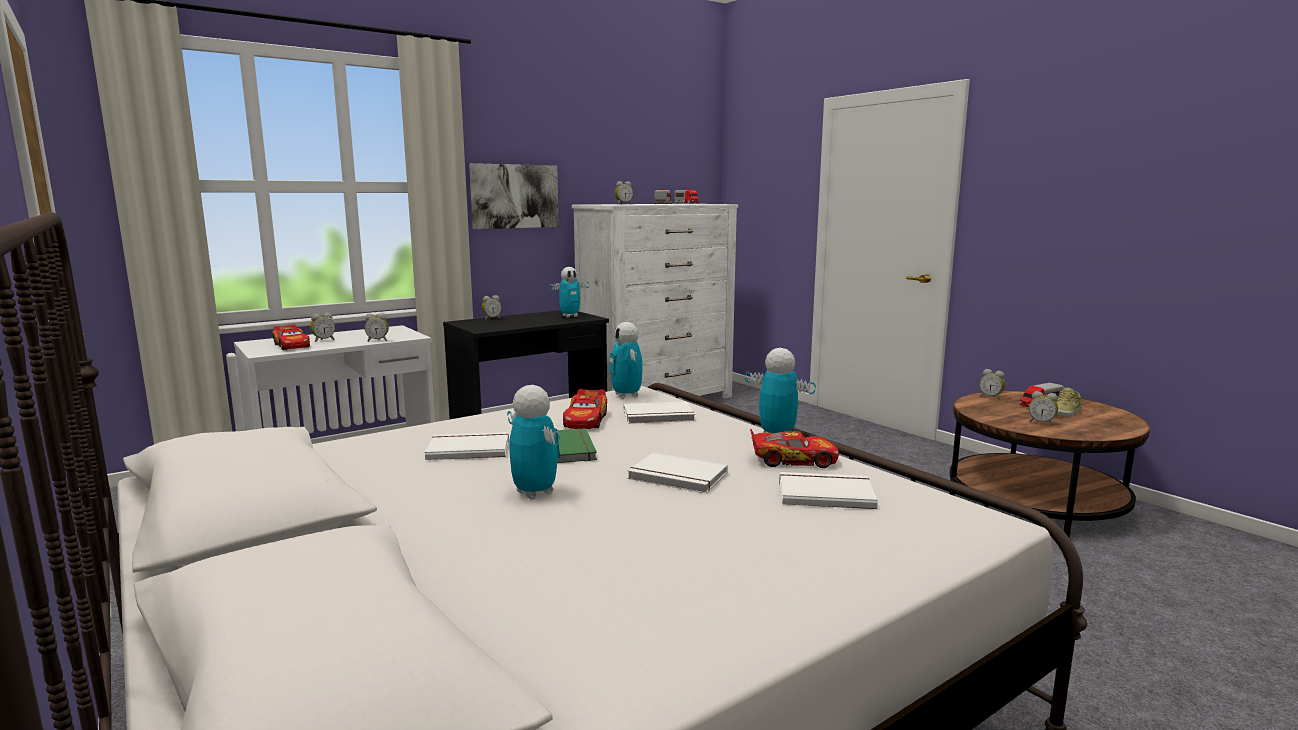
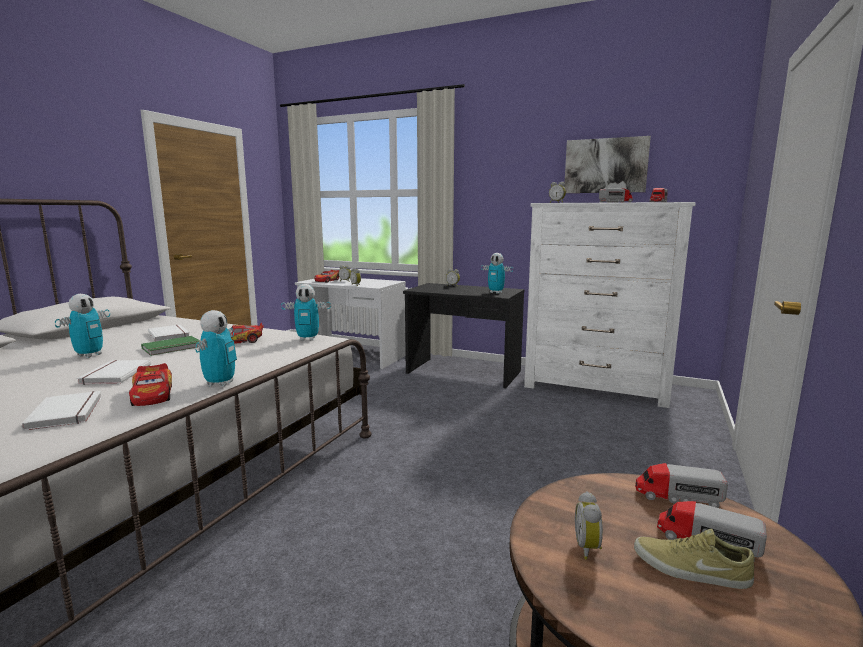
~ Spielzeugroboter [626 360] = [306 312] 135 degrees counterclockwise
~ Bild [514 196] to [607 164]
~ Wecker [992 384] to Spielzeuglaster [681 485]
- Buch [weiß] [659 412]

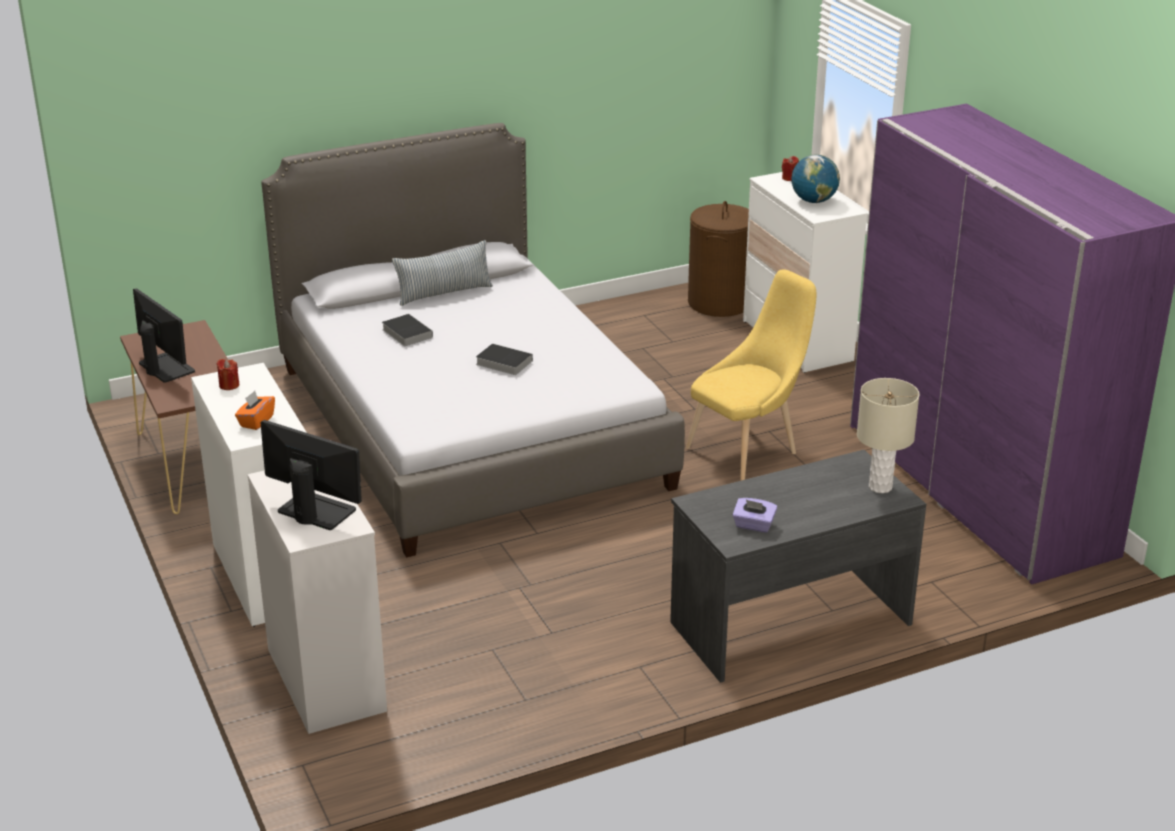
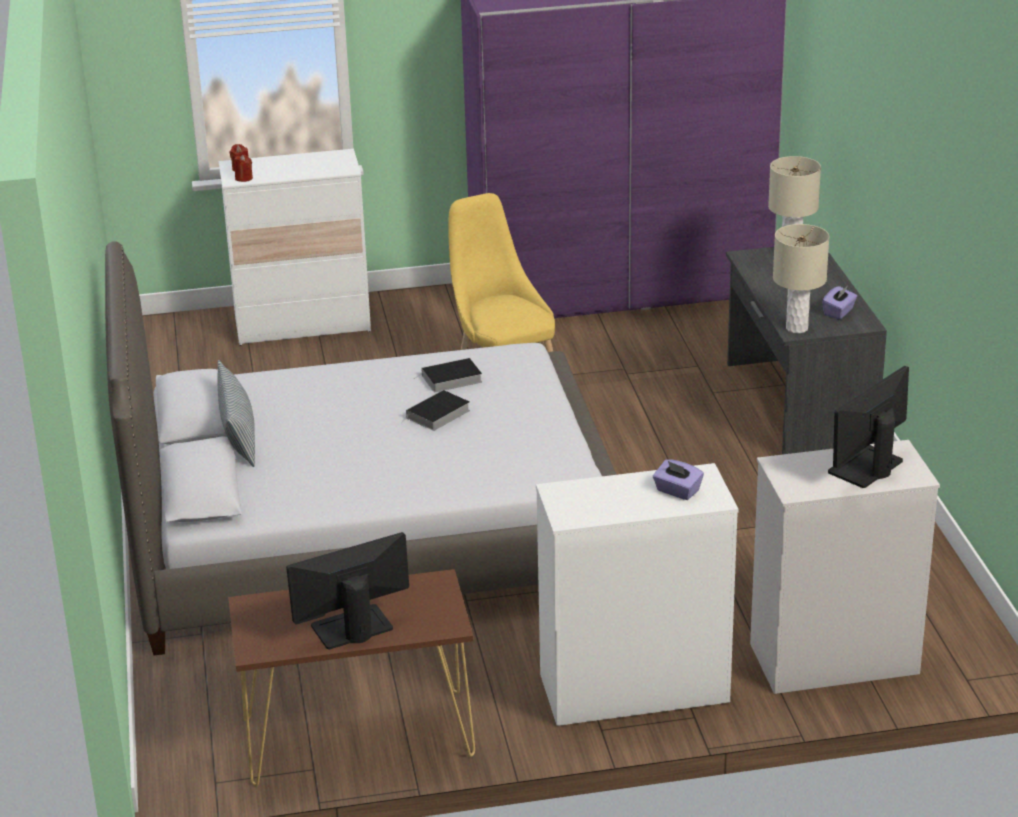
~ Kerze [rot] [228 374] to [243 168]
~ Buch [407 330] to [448 375]
~ Taschentuchbox [orange] [255 410] to Taschentuchbox [lila] [678 480]
+ Tischlampe [beige] [801 278]
- Wäschekorb [braun] [718 259]
- Globus [815 178]

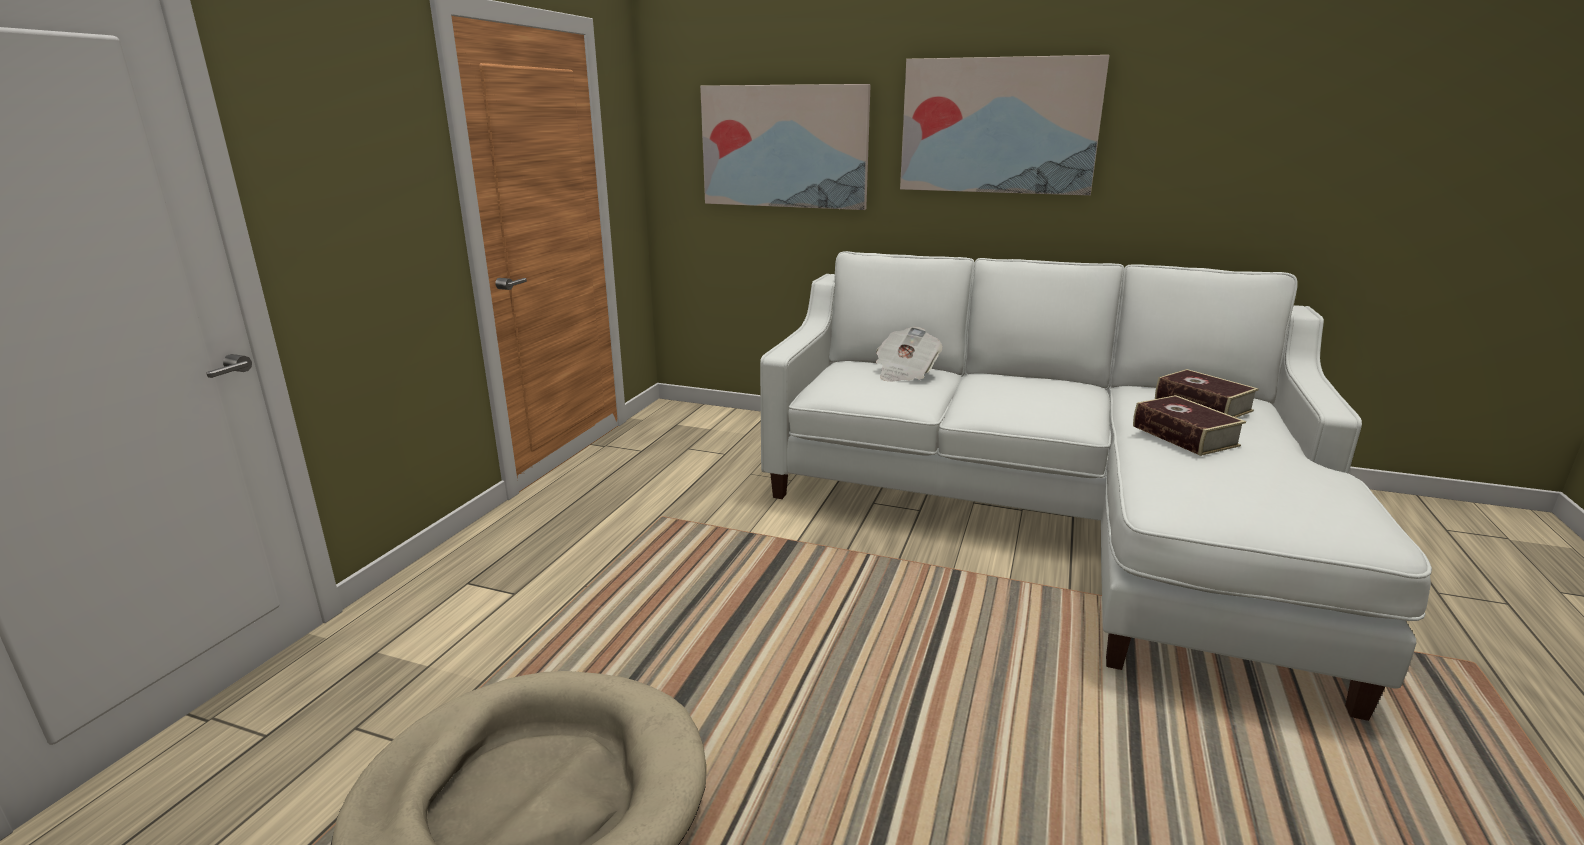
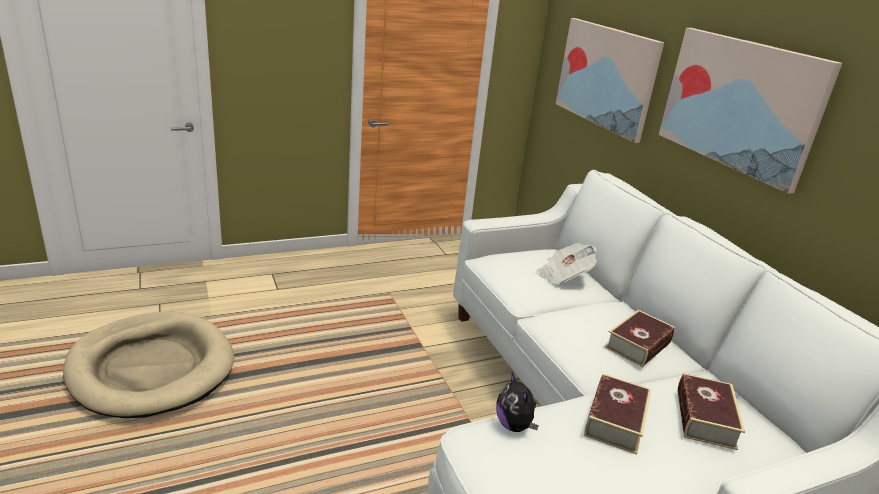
+ Plüschtier [517 402]
+ Buch [640 338]

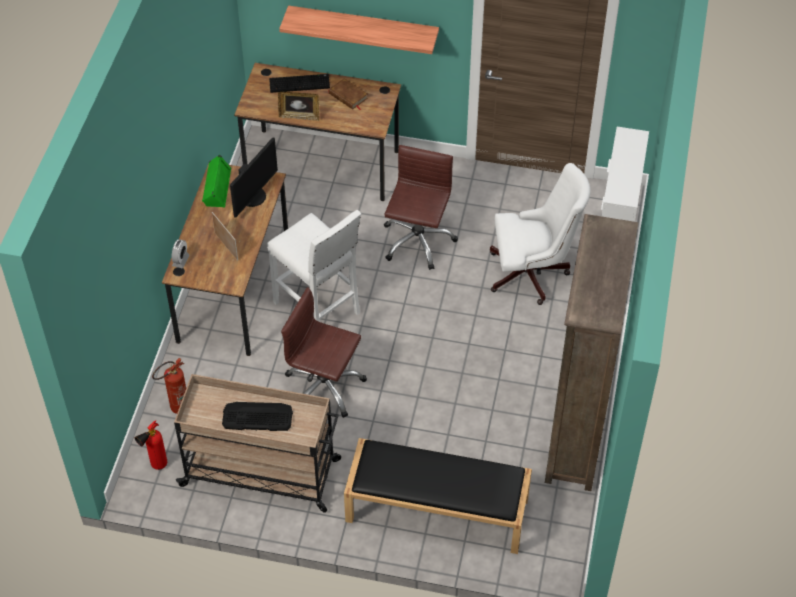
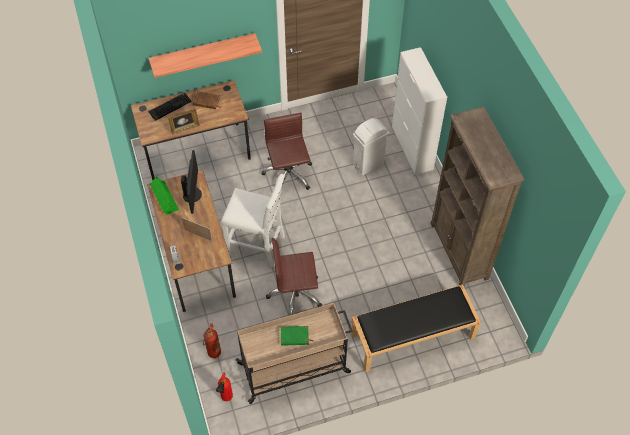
~ Tastatur [257 416] to Buch [grün] [297 336]
~ Bürostuhl [weiß] [540 234] to Mülleimer [weiß] [371 146]

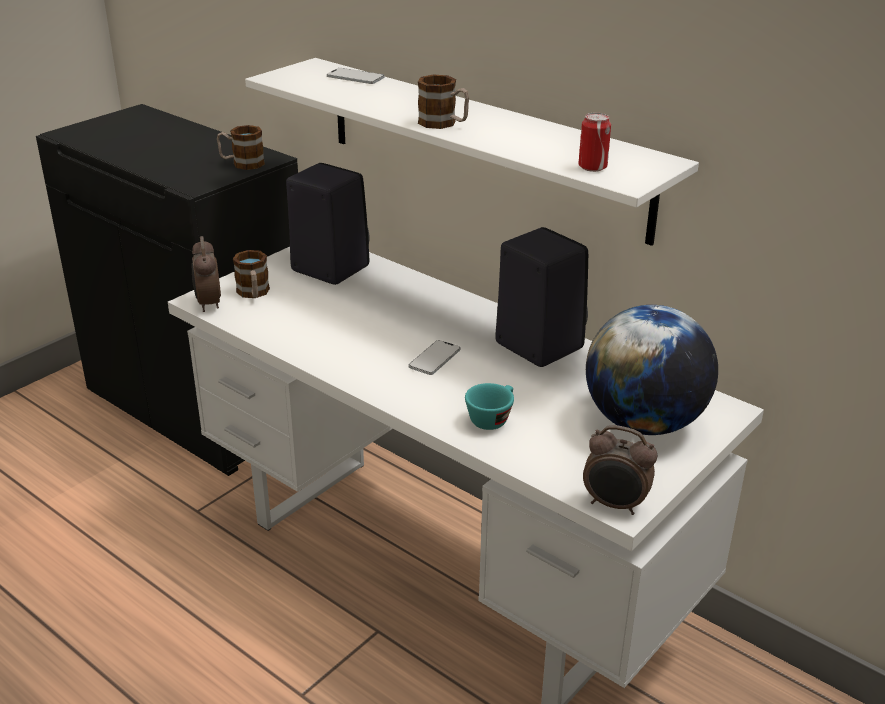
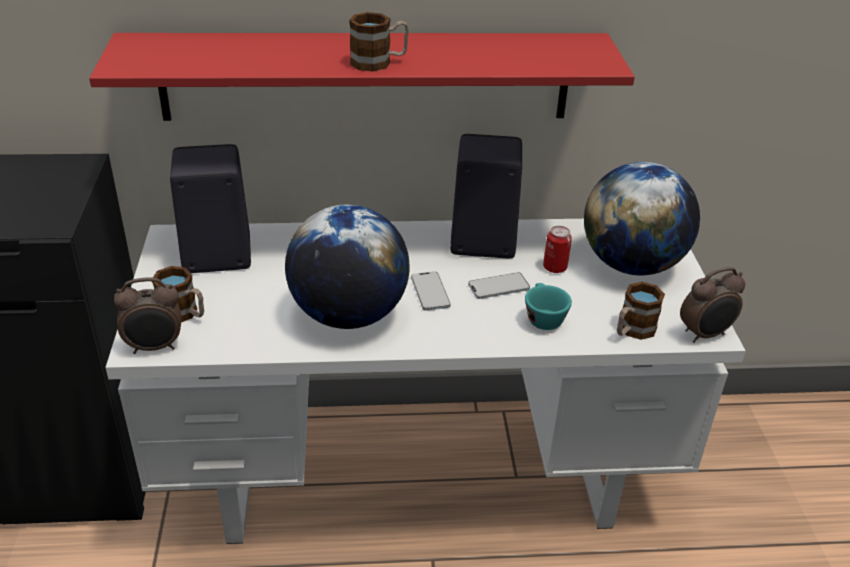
~ Wandregal [weiß] [472 152] to Wandregal [rot] [362 77]
~ Wecker [206 274] = [147 315] 45 degrees counterclockwise
+ Globus [347 266]
~ Handy [355 76] to [499 285]
~ Dose [594 142] to [557 249]
~ Henkelbecher [241 147] to [641 311]

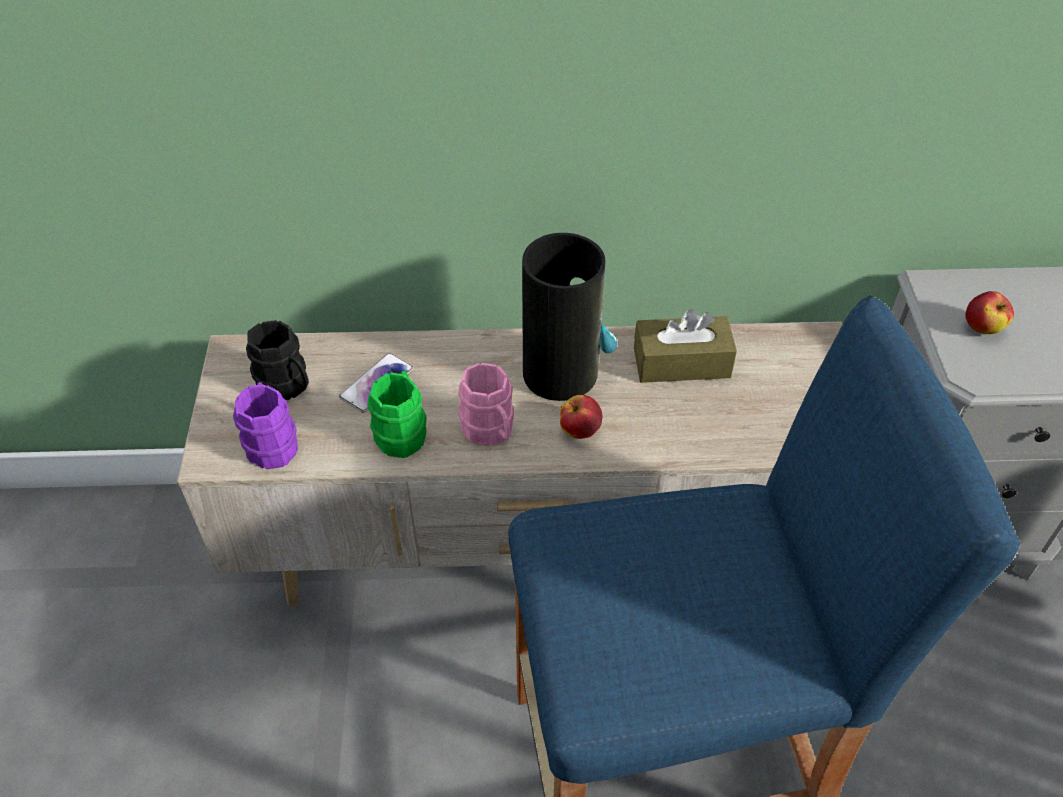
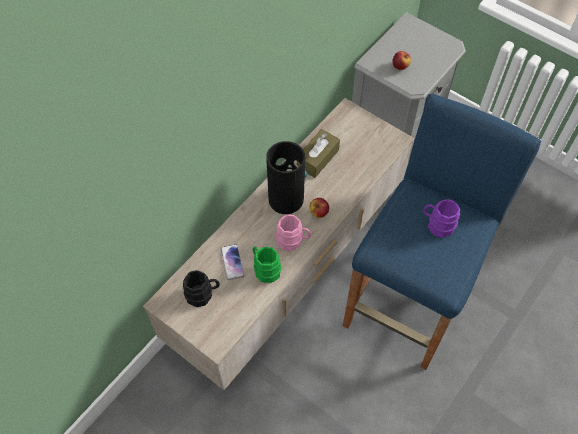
~ Henkelbecher [lila] [265 425] to [441 218]

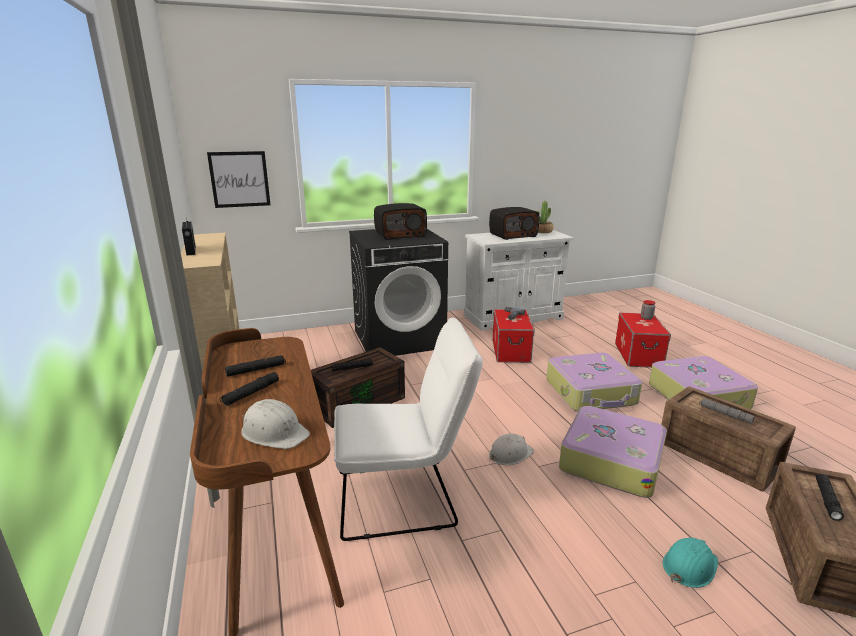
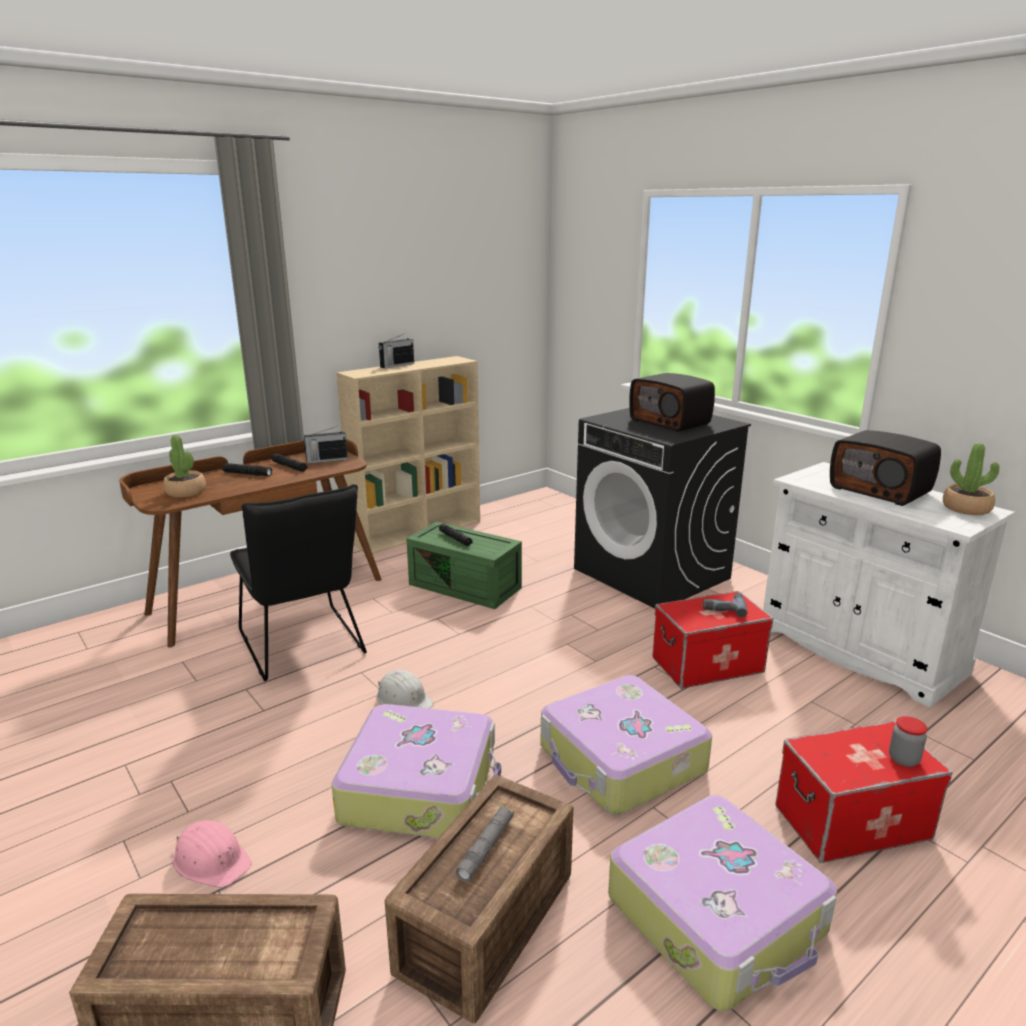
~ Schutzhelm [weiß] [275 424] to Topfpflanze [184 466]
~ Schutzhelm [türkis] [690 562] to Schutzhelm [rosa] [212 854]
~ Stuhl [weiß] [408 429] to Stuhl [schwarz] [298 582]
+ Radio [325 445]
~ Aufbewahrungsbox [braun] [358 387] to Aufbewahrungsbox [grün] [464 565]
- Bild [238 179]
- Taschenlampe [schwarz] [830 497]

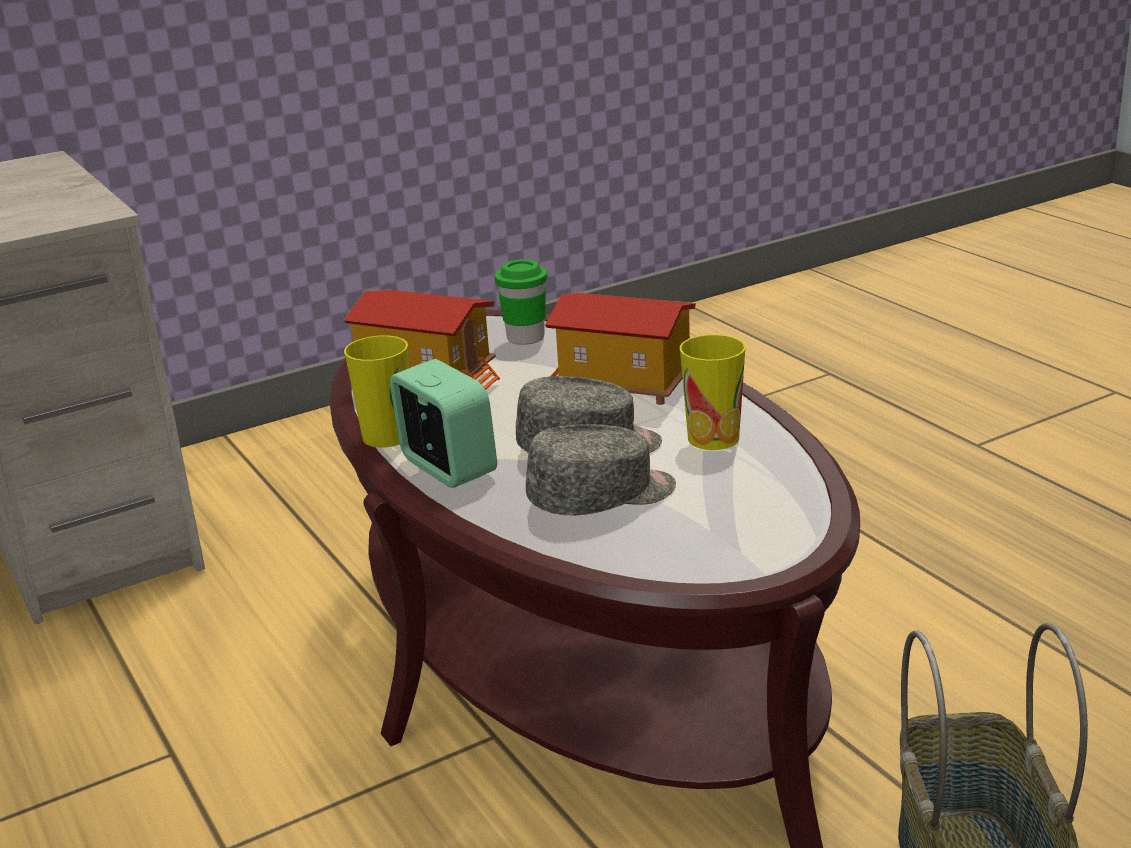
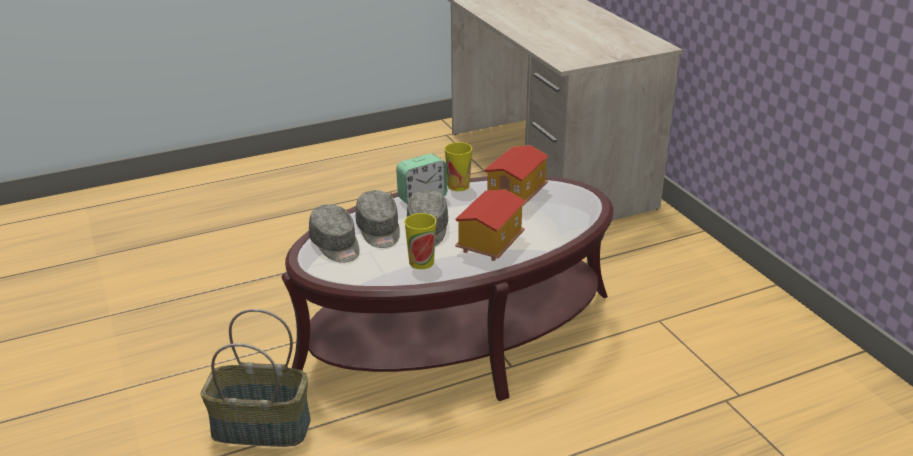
+ Kappe [grau] [334 233]
- Tasse [grün] [521 302]

